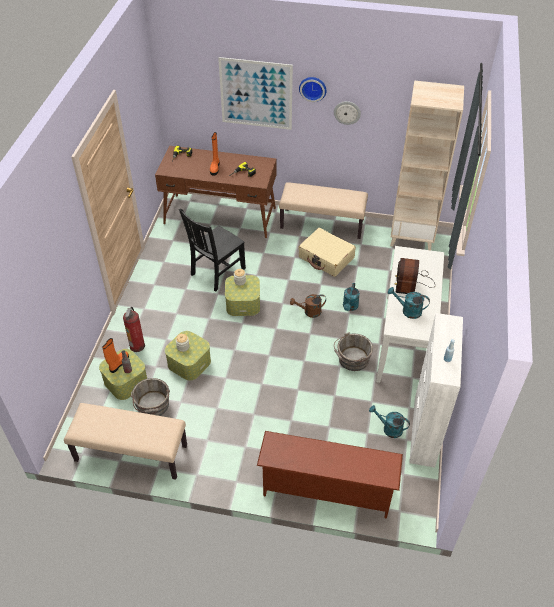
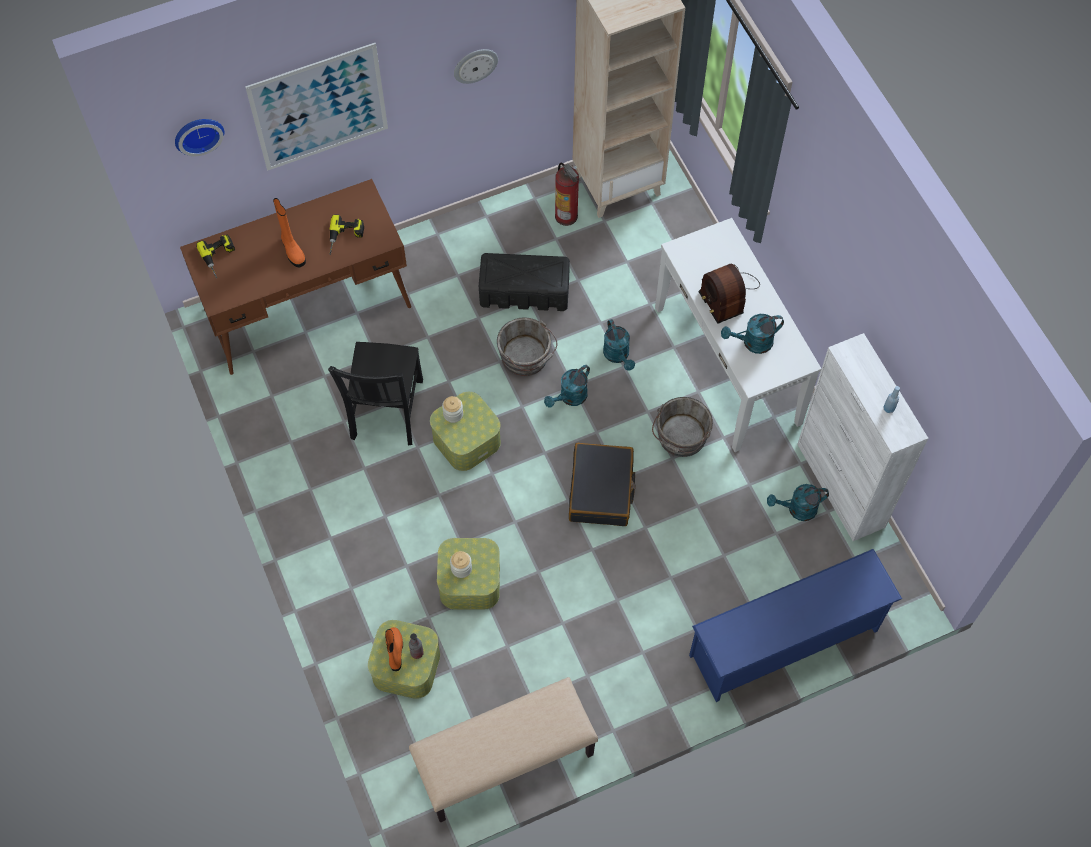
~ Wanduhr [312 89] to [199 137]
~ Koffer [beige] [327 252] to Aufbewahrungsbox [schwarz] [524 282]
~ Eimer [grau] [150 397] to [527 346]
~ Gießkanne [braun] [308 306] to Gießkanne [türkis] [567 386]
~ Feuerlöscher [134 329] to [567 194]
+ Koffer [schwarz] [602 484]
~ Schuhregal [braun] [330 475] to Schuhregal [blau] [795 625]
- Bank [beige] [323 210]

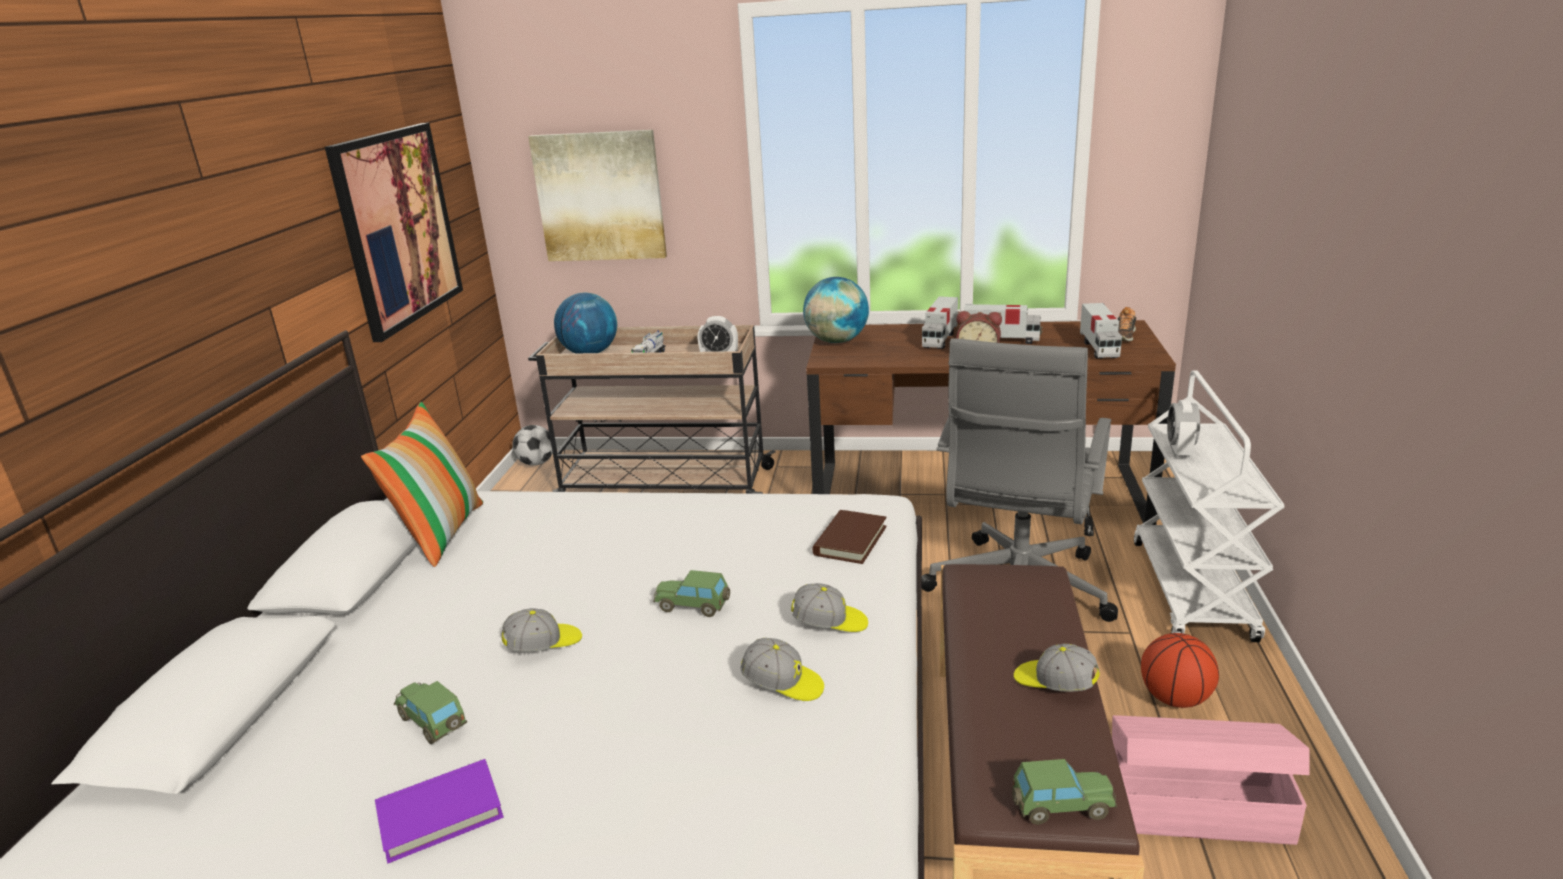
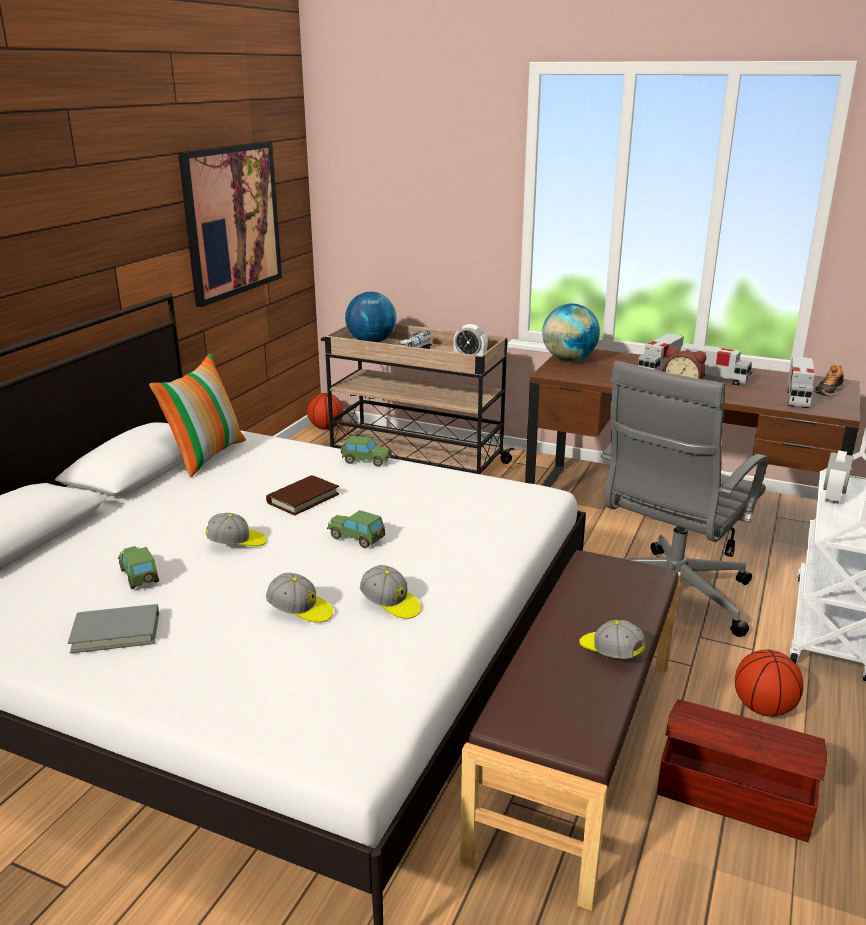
~ Buch [lila] [439 811] to Buch [grau] [113 628]
~ Buch [braun] [849 537] to [302 495]
~ Kappe [829 607] to [299 598]
~ Fußball [532 445] to Basketball [325 411]
~ Spielzeugauto [1064 791] to [366 451]
~ Aufbewahrungsbox [rosa] [1211 780] to Aufbewahrungsbox [braun] [742 770]
- Bild [597 195]

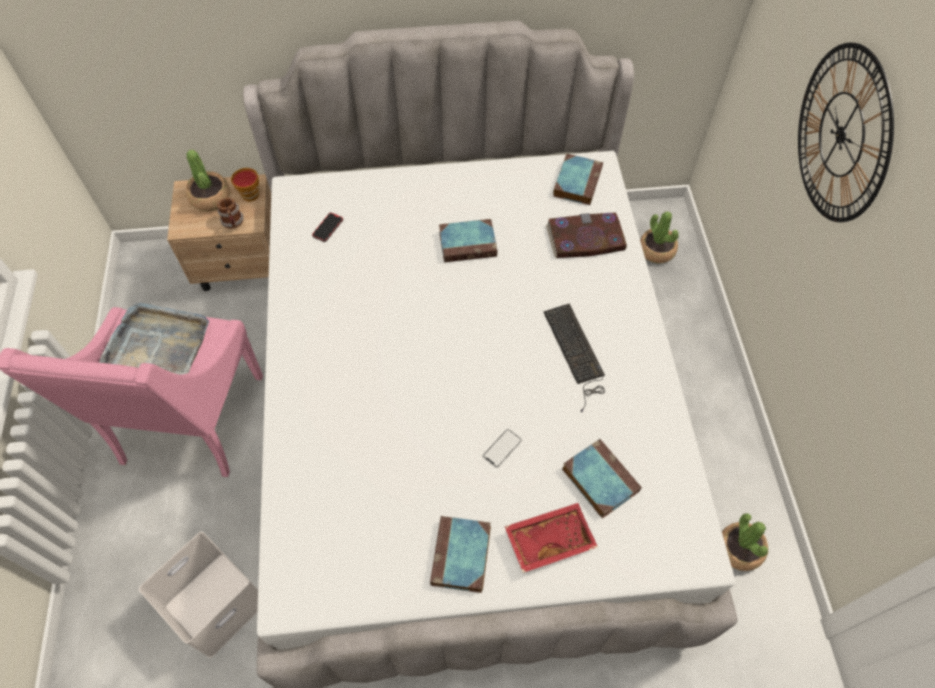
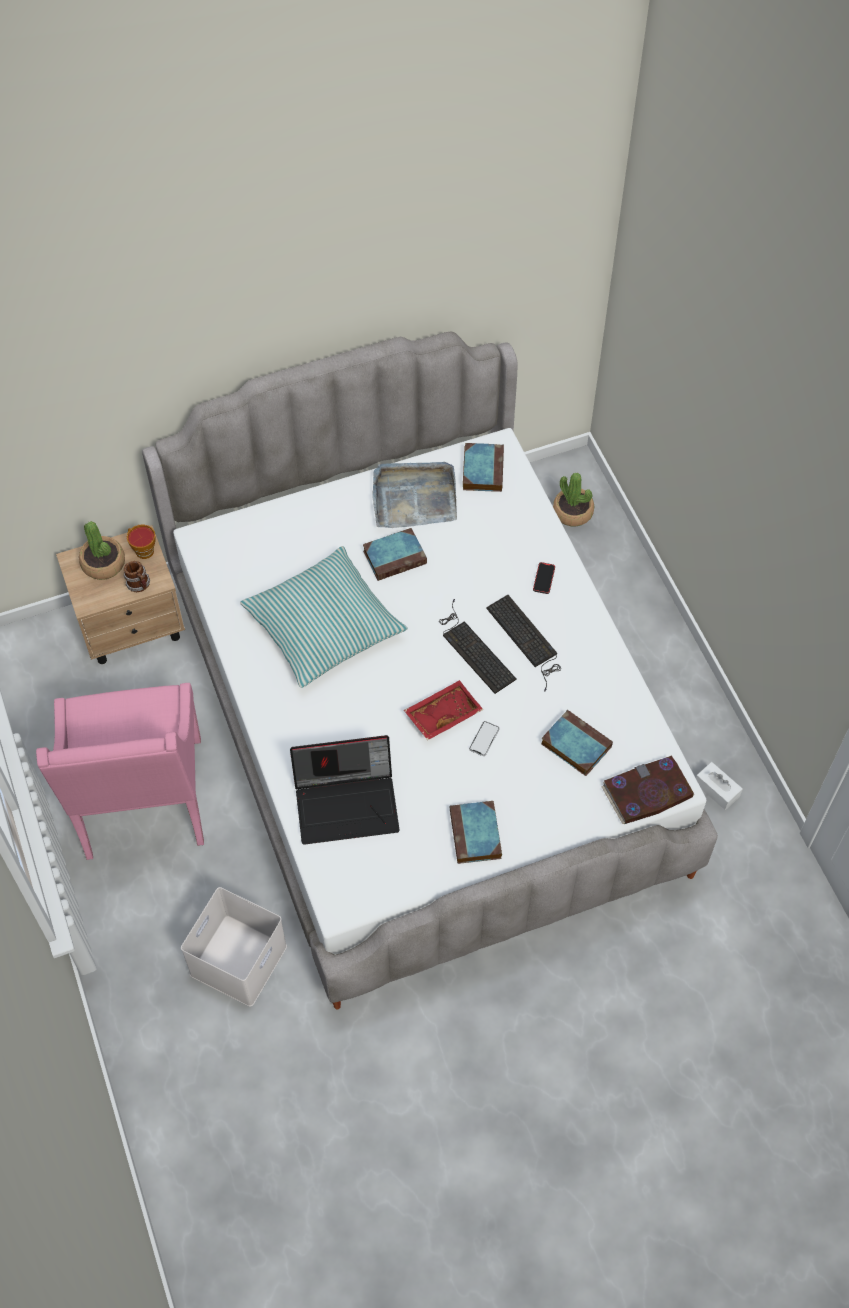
+ Kissen [324 617]
+ Laptop [344 790]
~ Tablett [grau] [154 338] to [414 495]
~ Tablett [rot] [551 538] to [443 710]
+ Tastatur [478 646]
~ Handy [327 227] to [544 578]
~ Buch [586 235] to [647 790]
~ Topfpflanze [745 542] to Taschentuchbox [weiß] [719 786]
- Wanduhr [846 132]

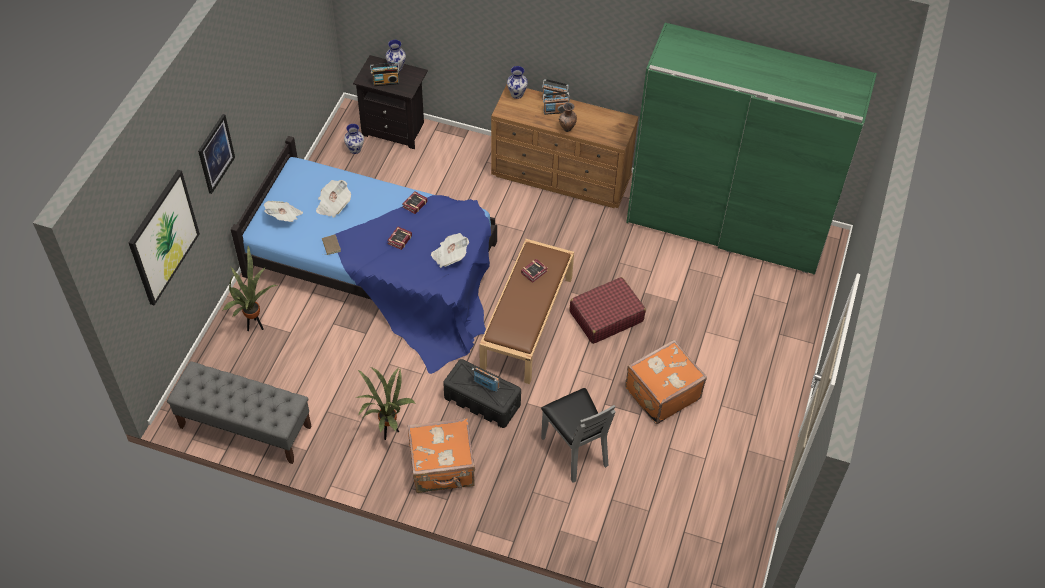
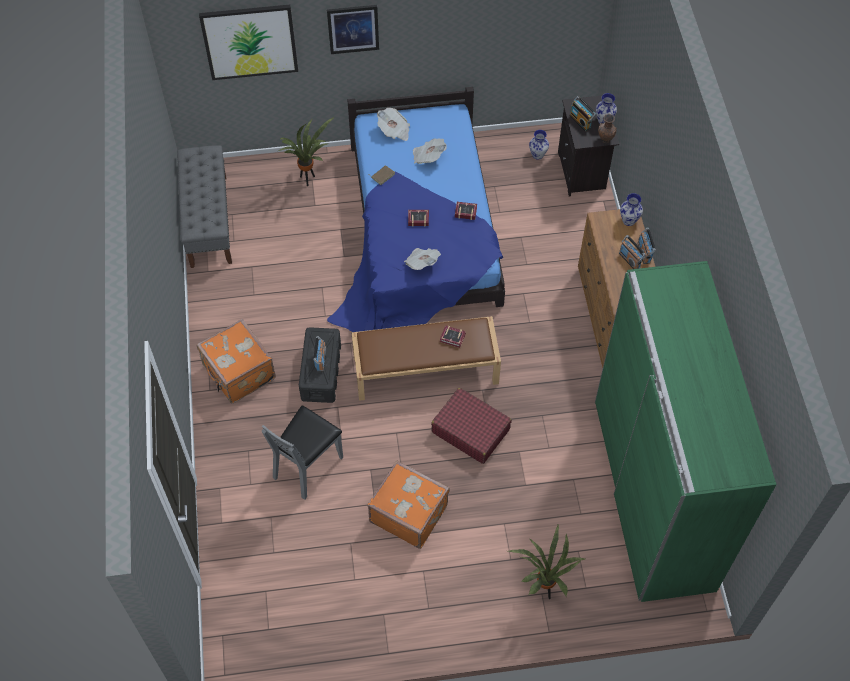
~ Topfpflanze [386 403] to [546 561]
~ Vase [braun] [568 117] to [607 128]

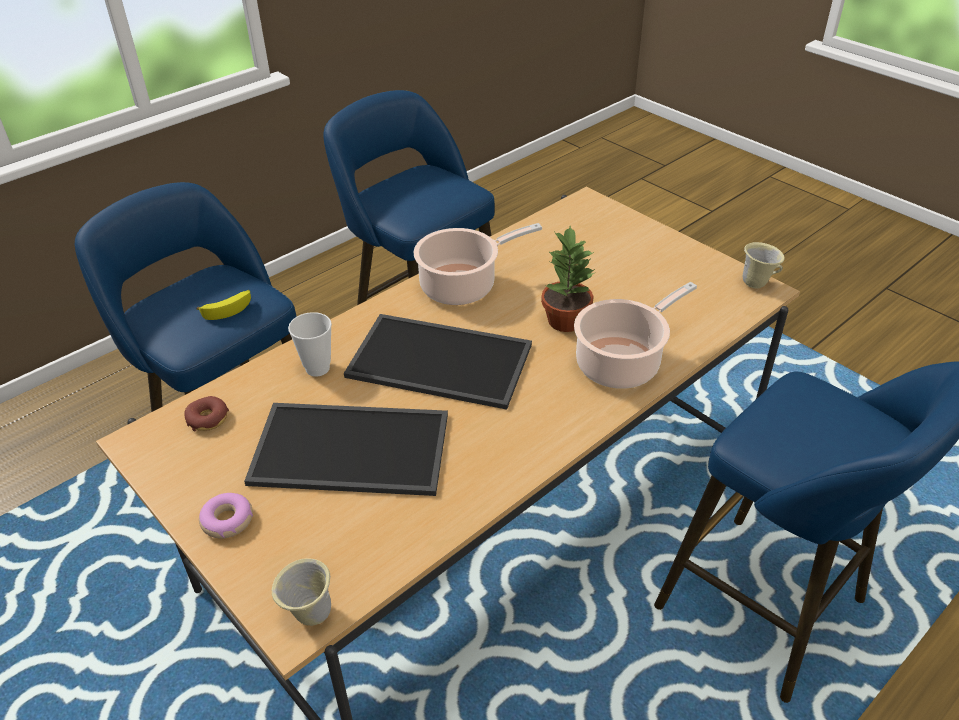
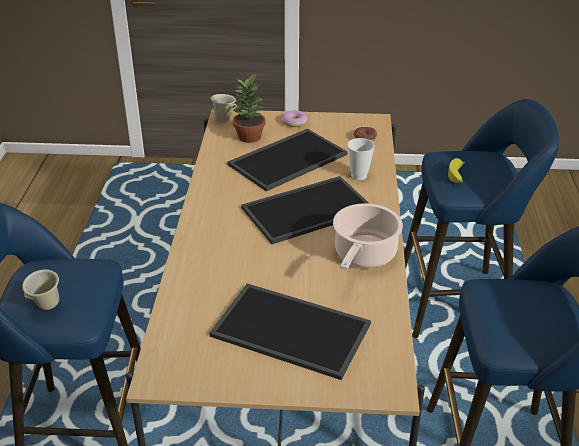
~ Henkelbecher [beige] [764 265] to [40 289]
+ Tablett [290 331]
~ Topfpflanze [568 279] to [249 108]
- Kochtopf [635 335]

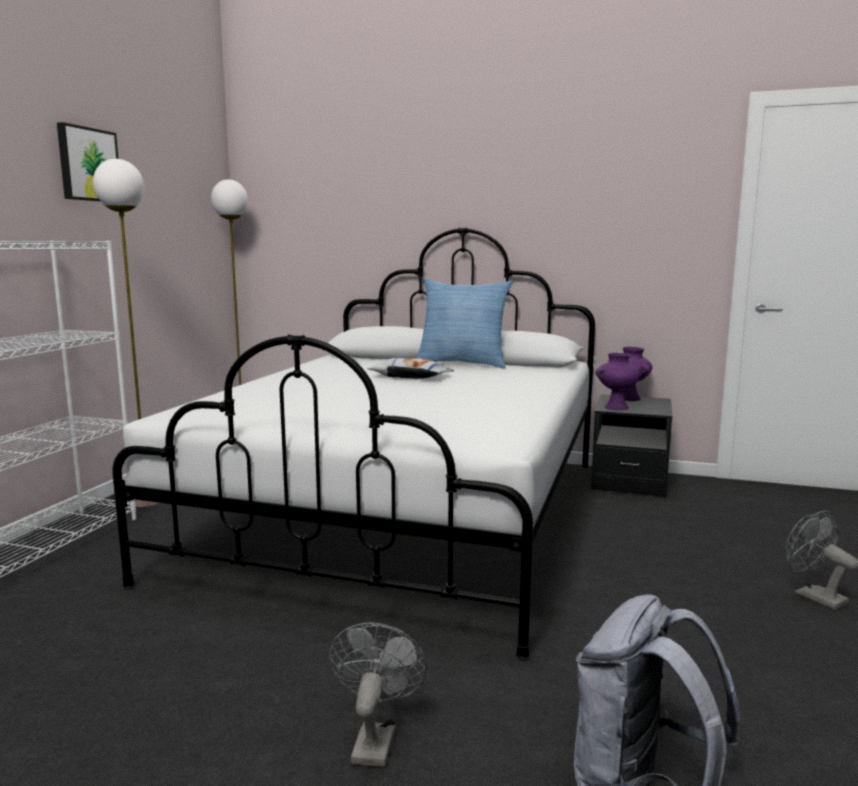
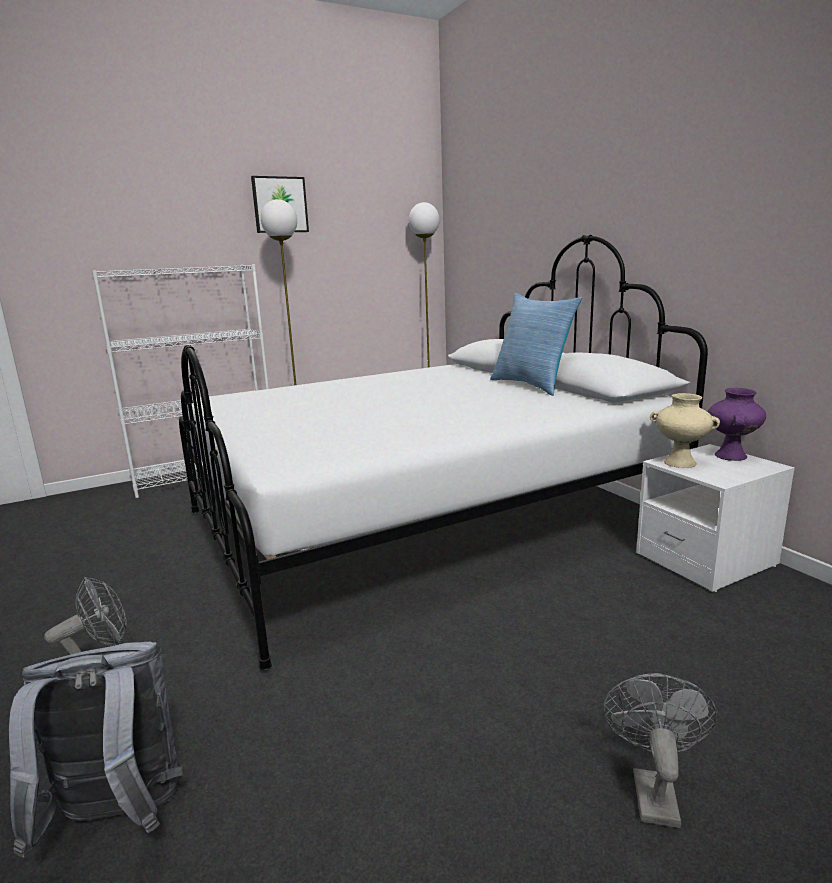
~ Nachttisch [schwarz] [631 445] to Nachttisch [weiß] [715 518]
~ Vase [lila] [618 381] to Vase [beige] [685 430]
- Kissen [410 368]

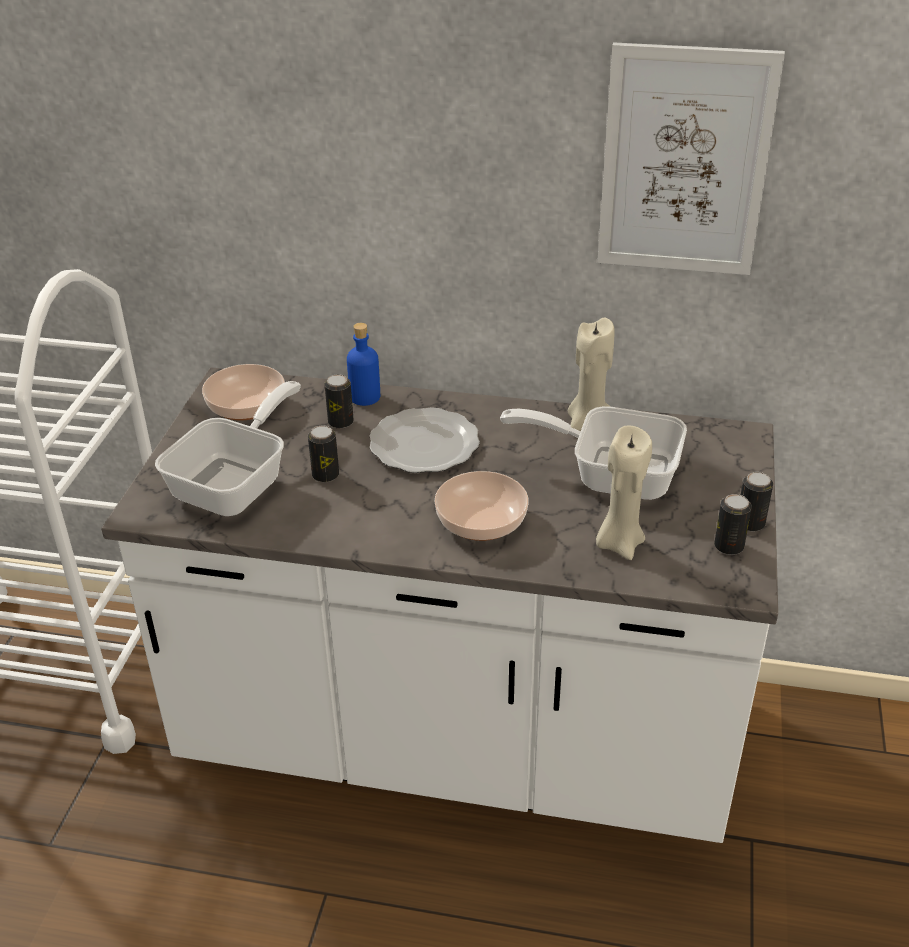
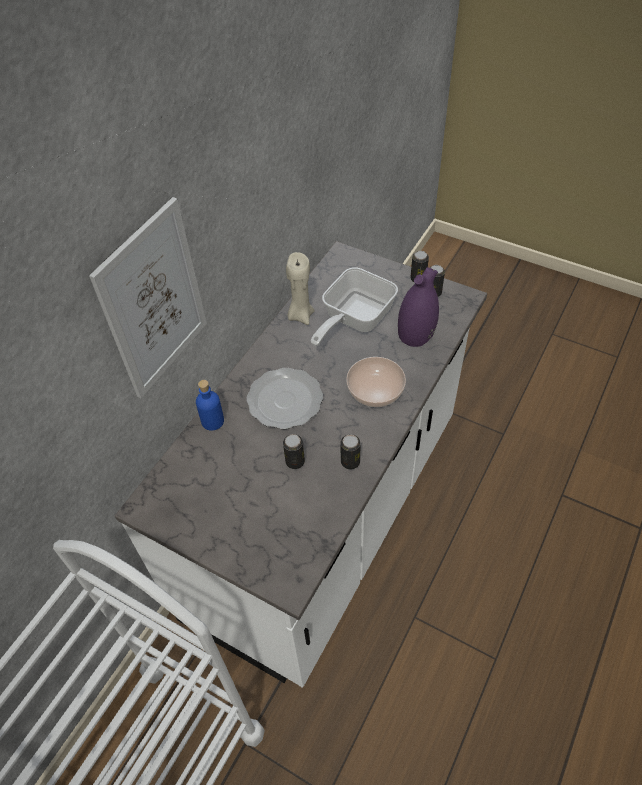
~ Bild [691 158] to [148 297]
~ Dose [339 401] to [350 452]
~ Kerze [beige] [624 492] to Vase [lila] [418 307]
- Pfanne [228 448]
- Schüssel [243 392]

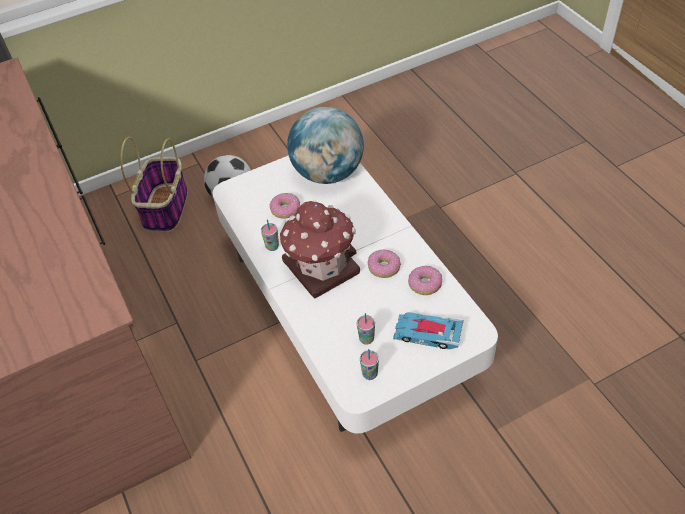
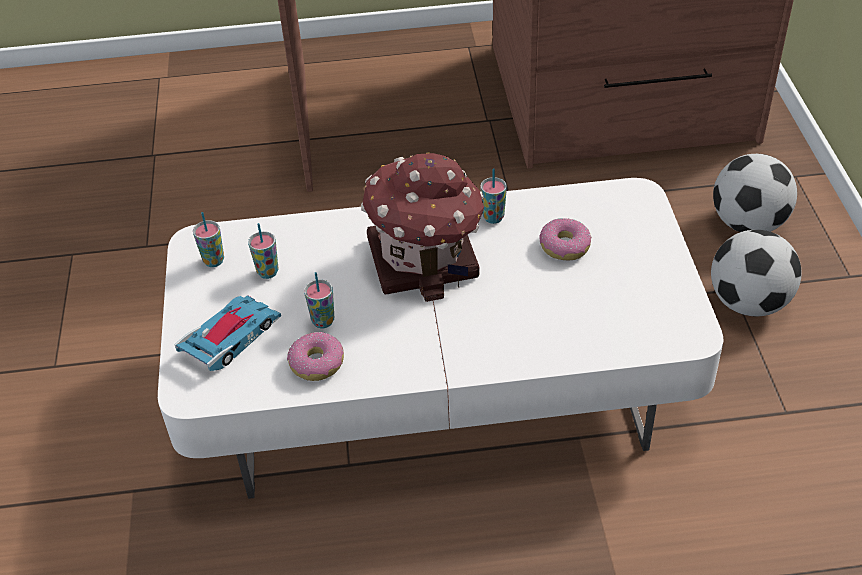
+ Tasse [319 300]
~ Korb [154 184] to Fußball [755 193]
- Globus [325 145]
- Donut [384 264]

